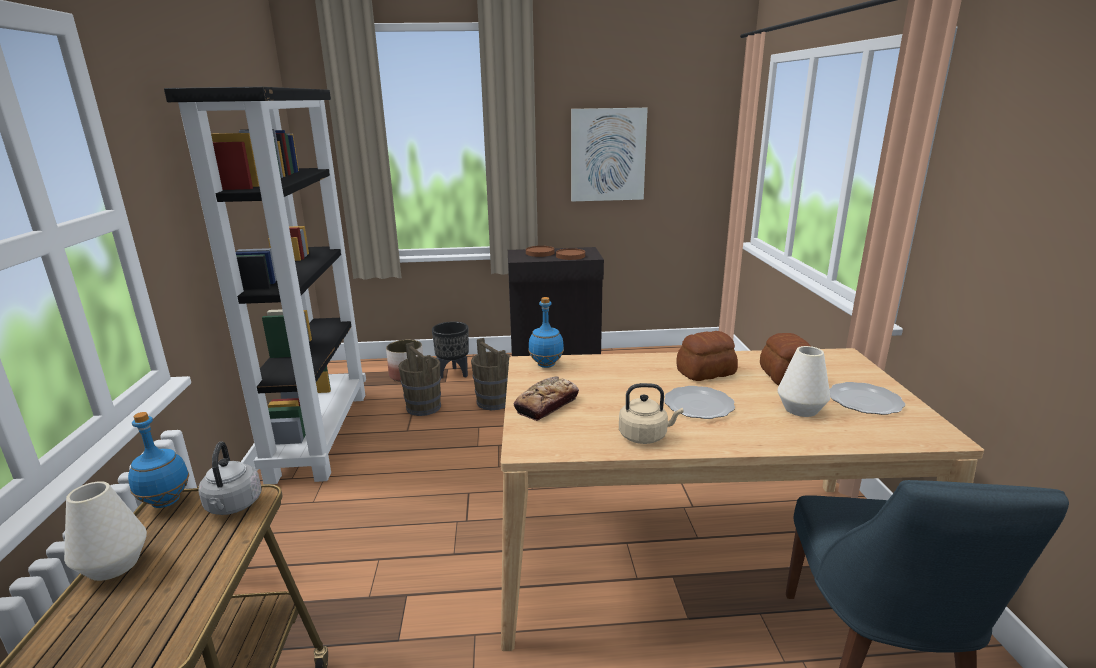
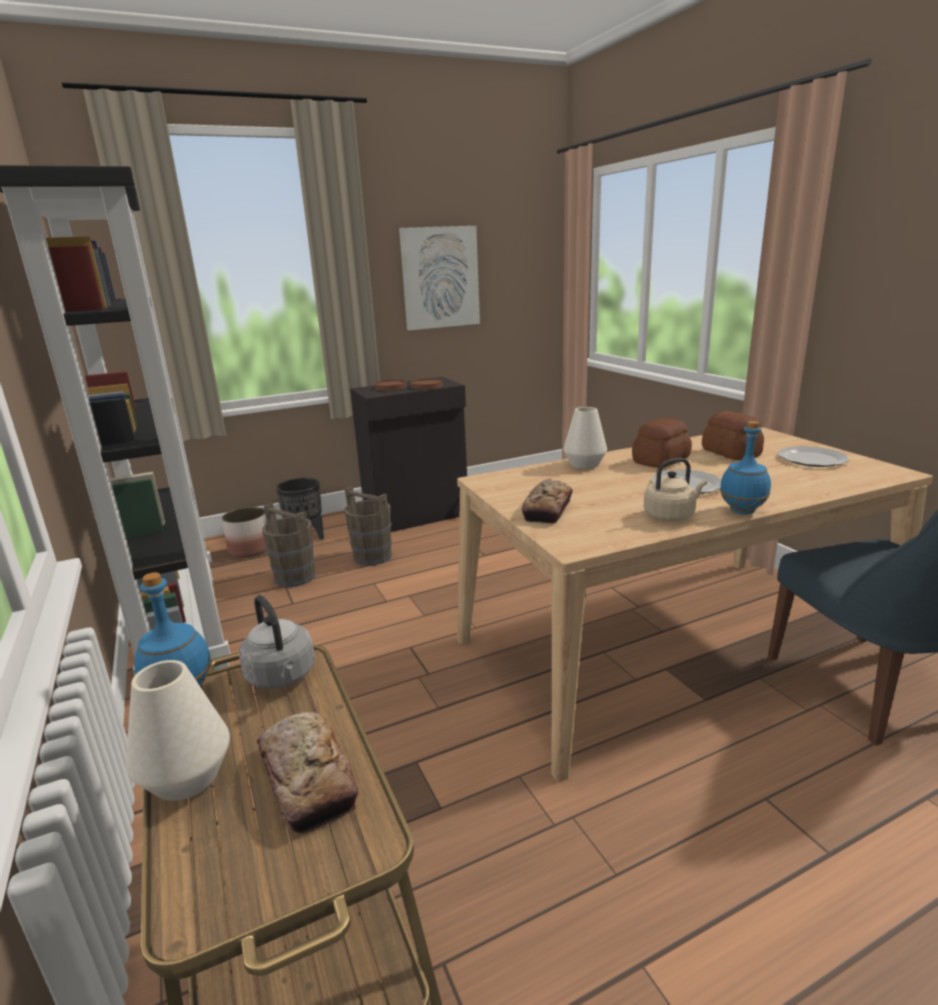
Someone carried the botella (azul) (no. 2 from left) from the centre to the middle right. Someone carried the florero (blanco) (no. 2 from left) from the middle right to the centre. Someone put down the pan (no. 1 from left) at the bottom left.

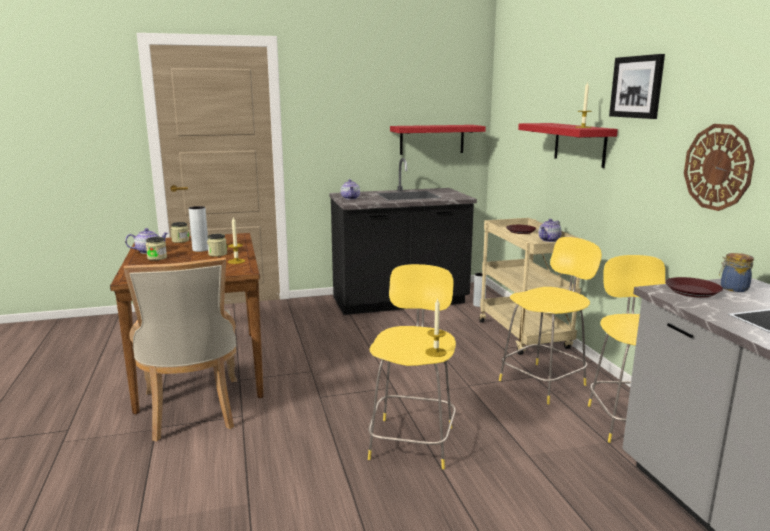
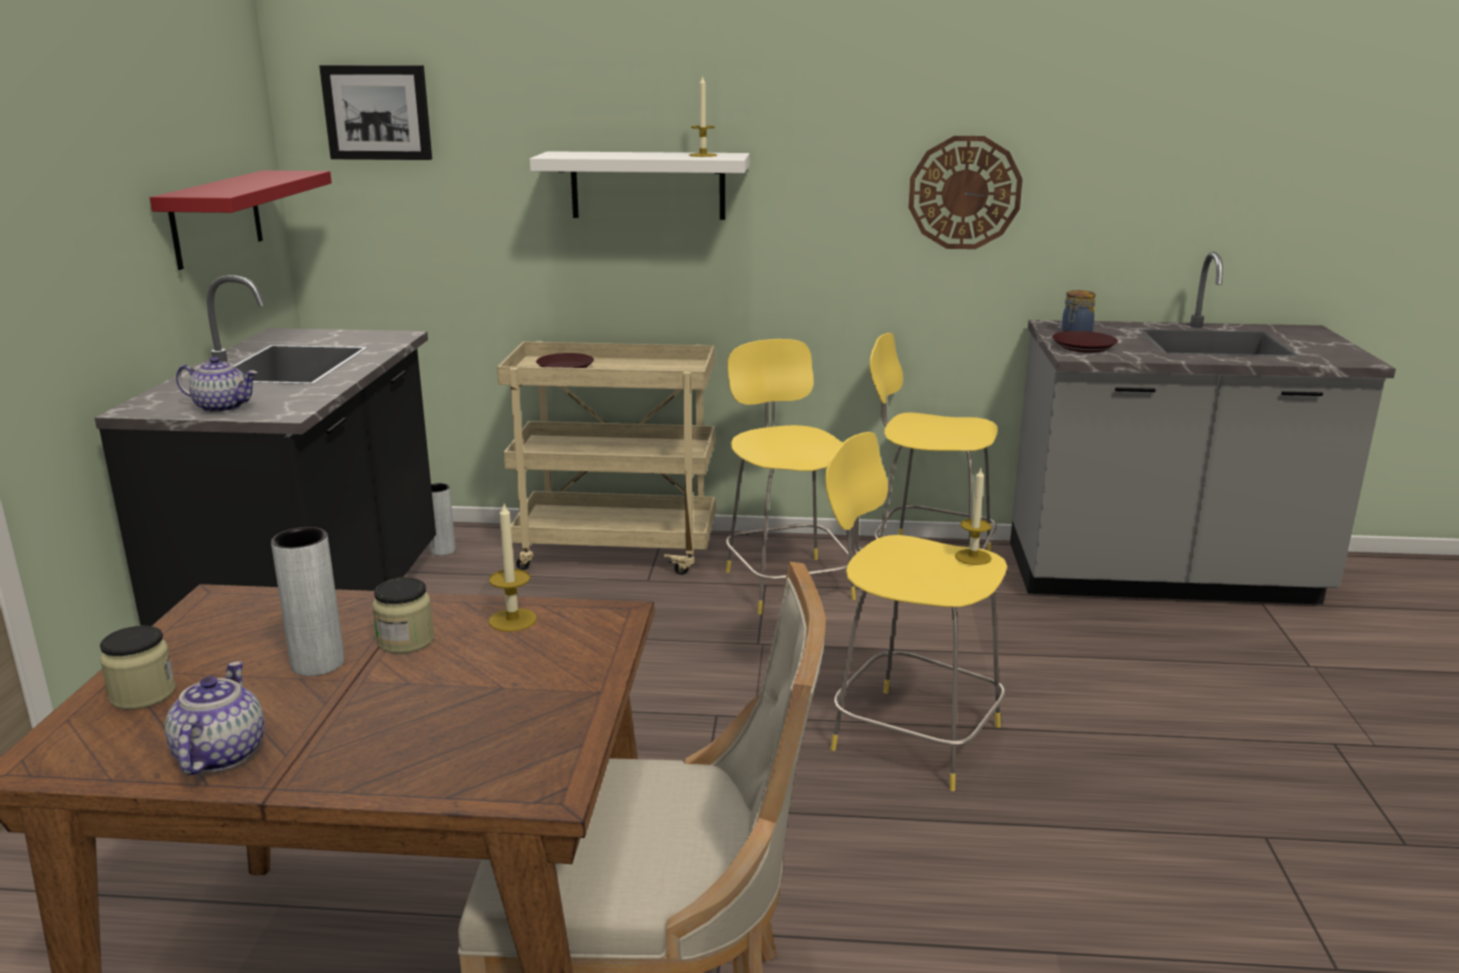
Someone carried the cuadro from the top right to the top left. Someone repainted the estante (rojo) (no. 2 from left) at the top right, which became the estante (blanco) at the top centre. Someone took away the tetera (no. 3 from left) at the middle right. Someone took away the tarro (no. 1 from left) at the middle left.

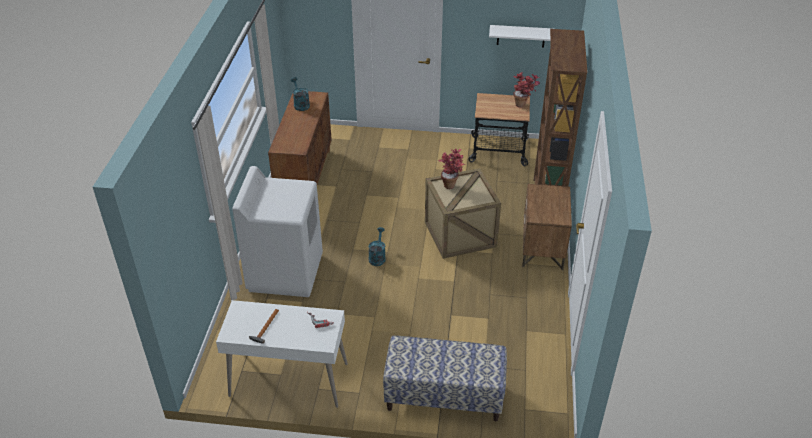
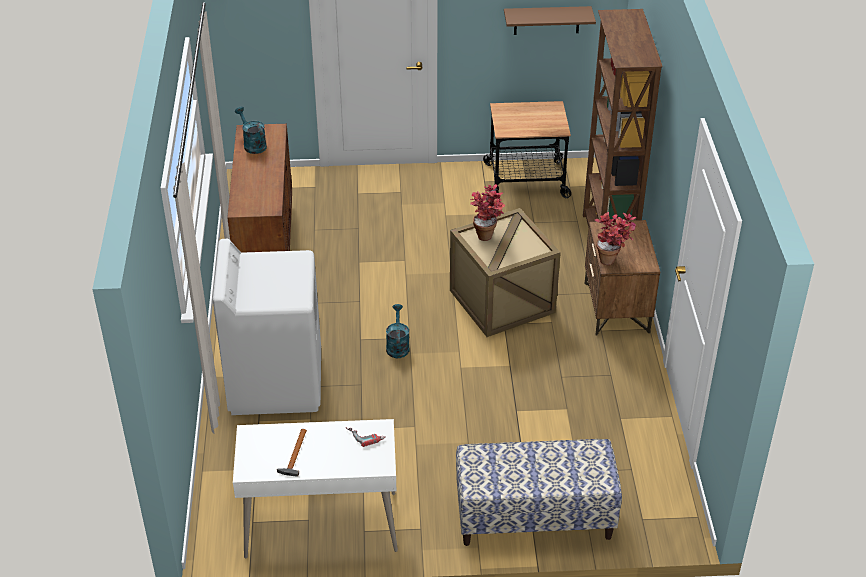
Someone repainted the estante (blanco) at the top centre, which became the estante (marrón) at the top centre. Someone carried the planta en maceta (no. 2 from left) from the top centre to the middle right.

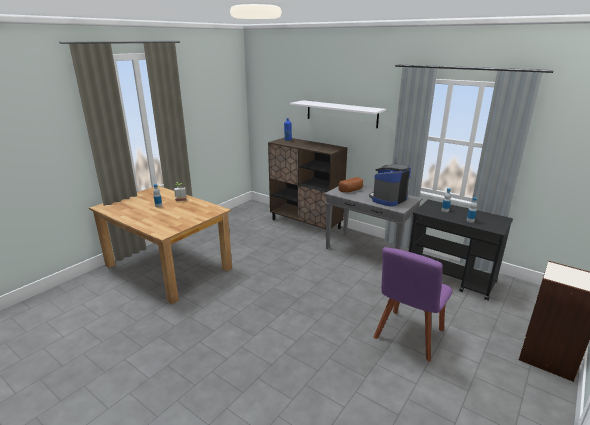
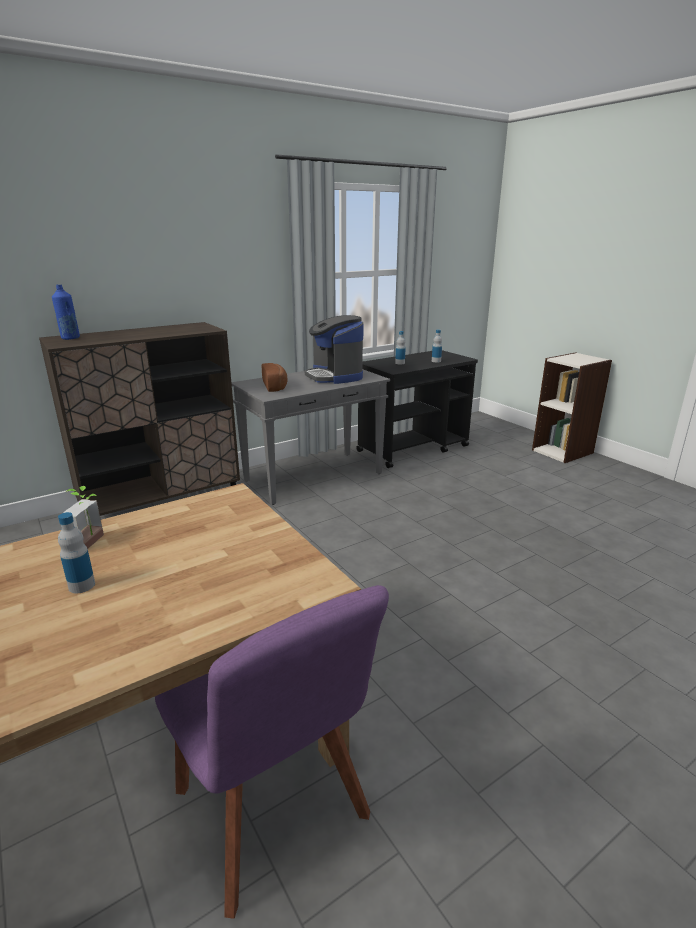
Someone took away the estante (blanco) at the top centre. Someone carried the silla (morado) from the bottom right to the bottom centre.

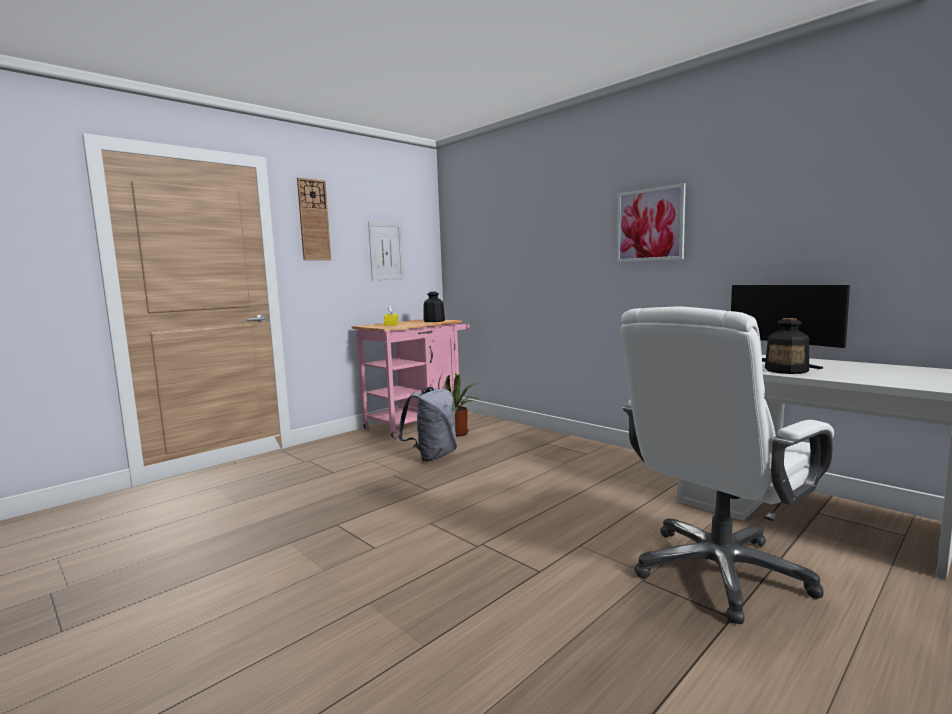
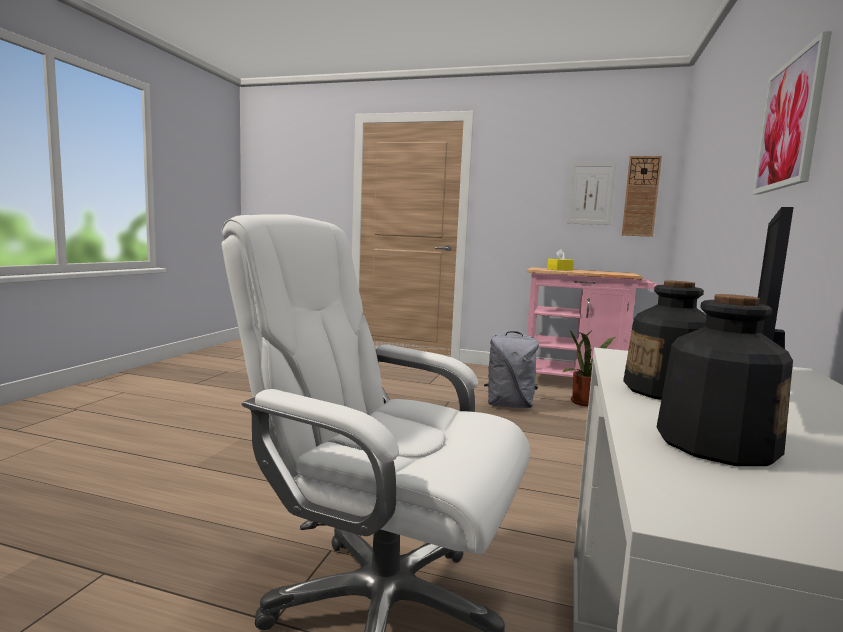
Someone carried the reloj de pared from the top left to the top right. Someone carried the botella (no. 1 from left in the first image) from the centre to the middle right.

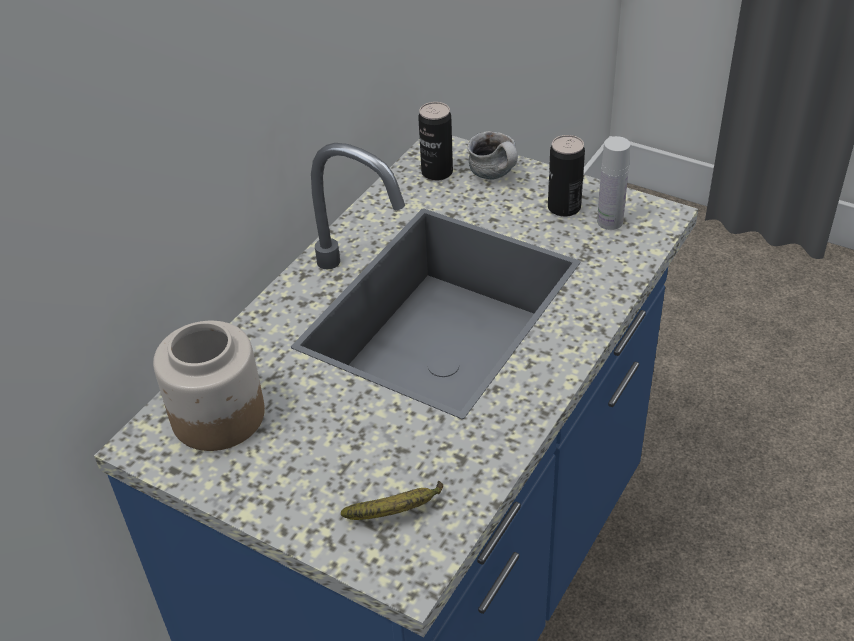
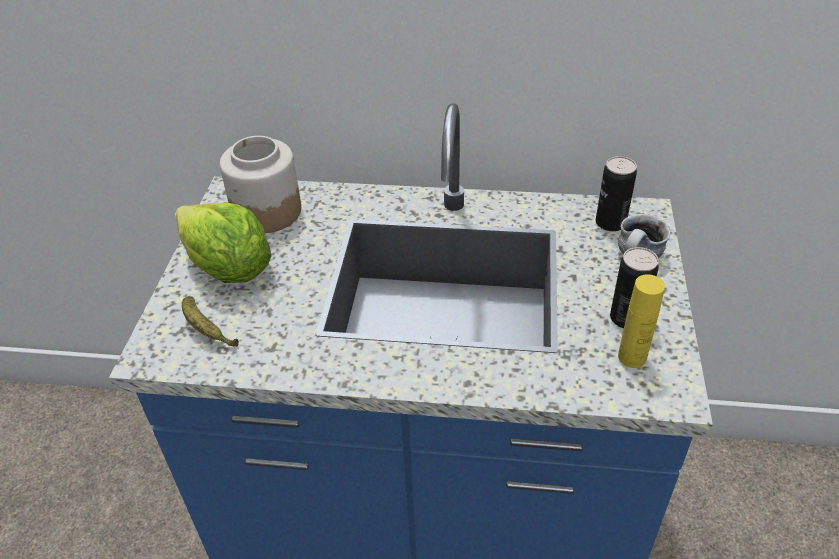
Someone repainted the botella (blanco) at the top right, which became the botella (amarillo) at the middle right. Someone put down the lechuga at the middle left.

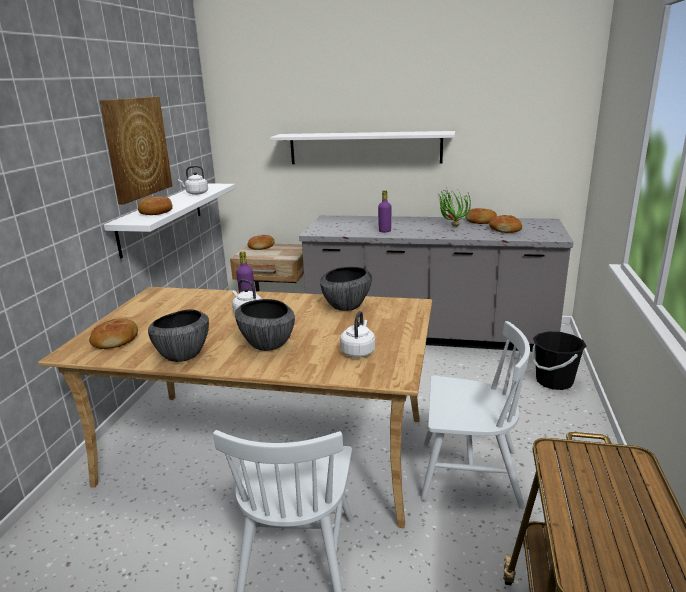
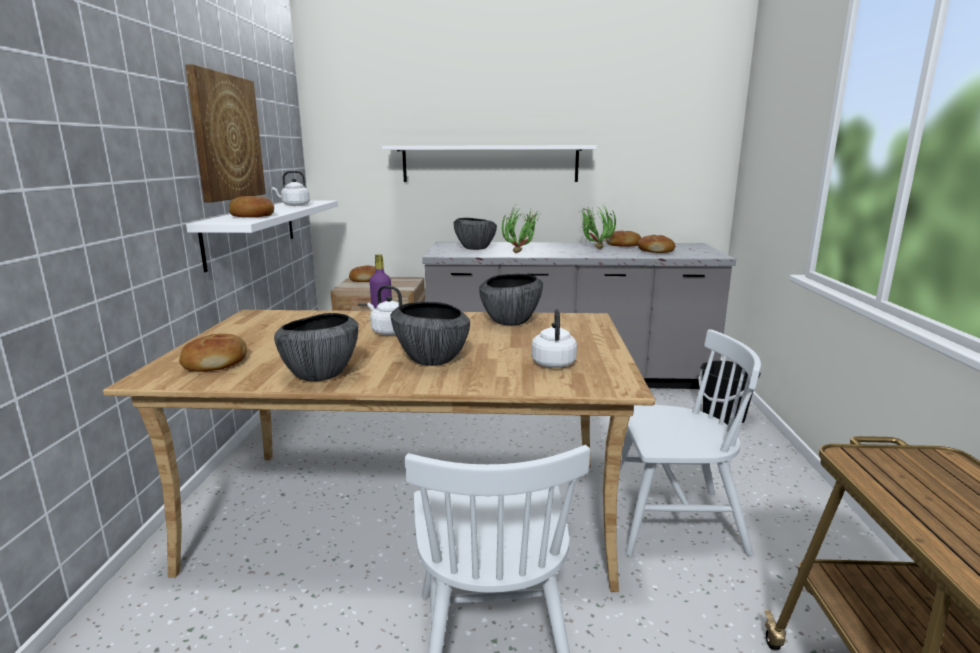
Someone swapped the botella (morado) (no. 2 from left) at the centre for the planta en maceta (no. 1 from left) at the centre. Someone put down the cuenco (no. 3 from left) at the centre.

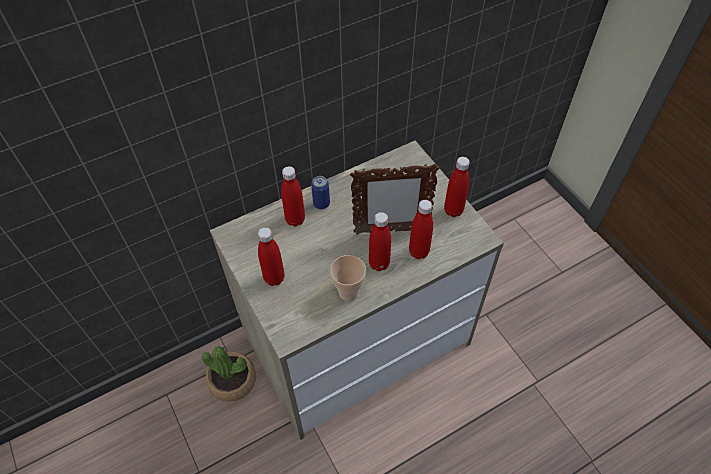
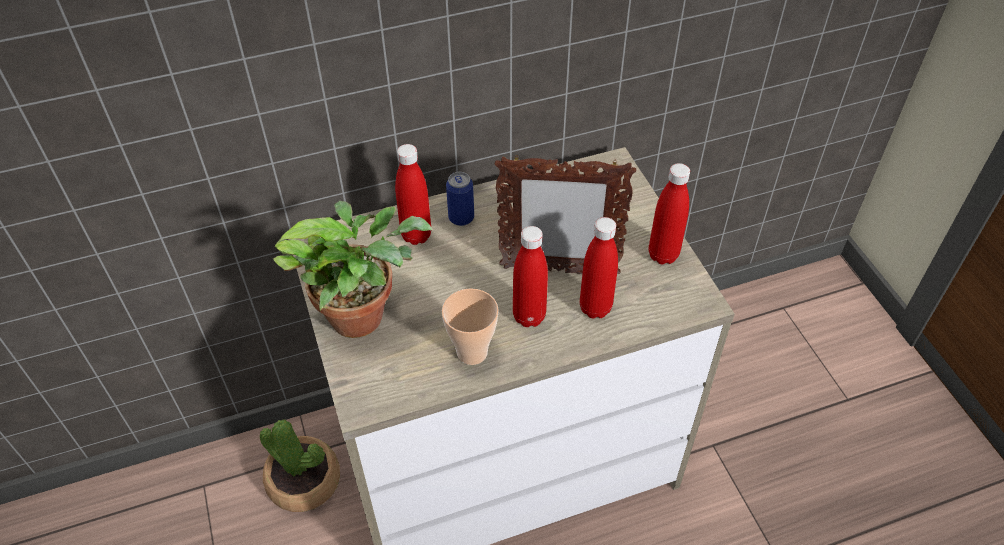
Someone swapped the botella (rojo) (no. 1 from left) at the centre for the planta en maceta (no. 2 from left) at the centre.

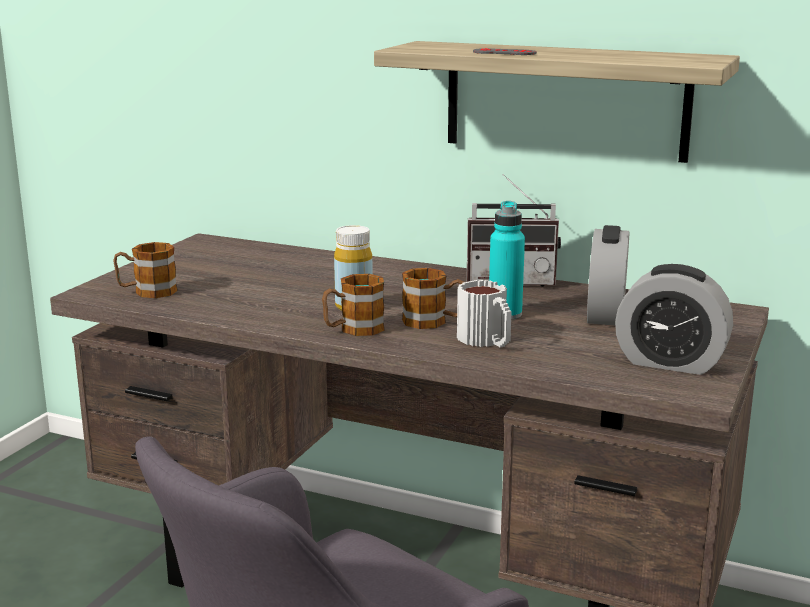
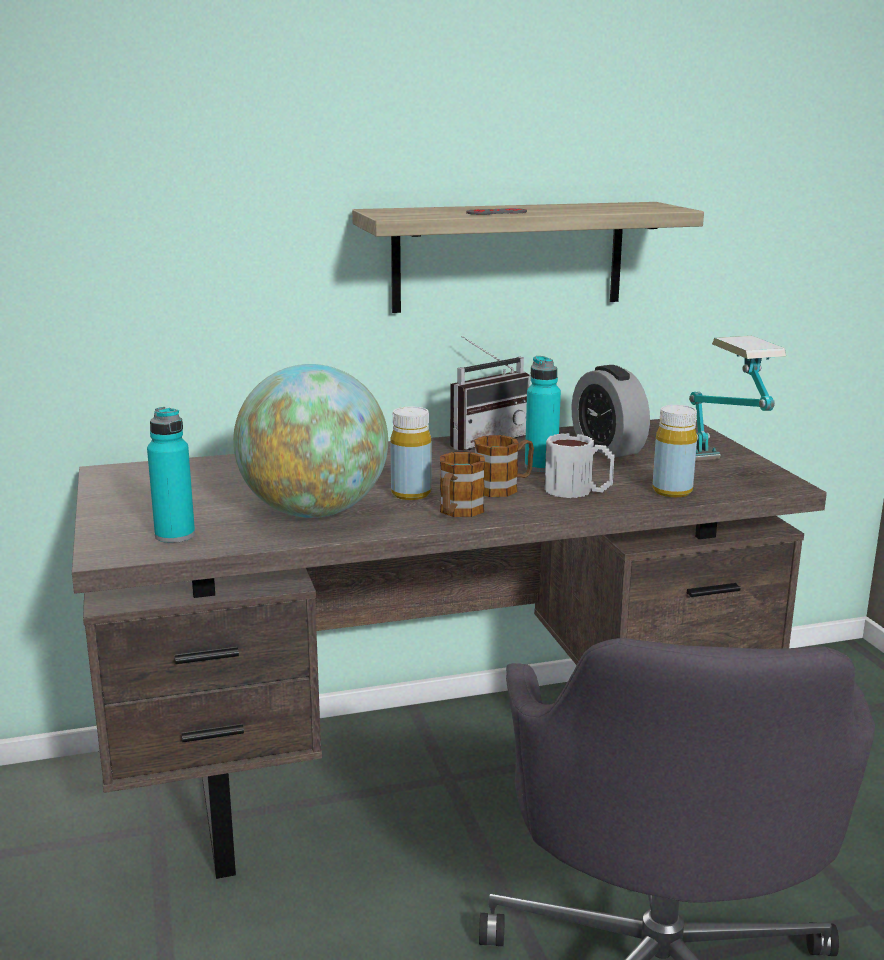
Someone swapped the taza grande (no. 1 from left) at the middle left for the botella (turquesa) (no. 1 from left) at the middle left. Someone swapped the despertador (no. 2 from left) at the middle right for the lámpara de mesa at the middle right. Someone put down the globo terráqueo at the centre. Someone put down the botella (amarillo) (no. 2 from left) at the middle right.

